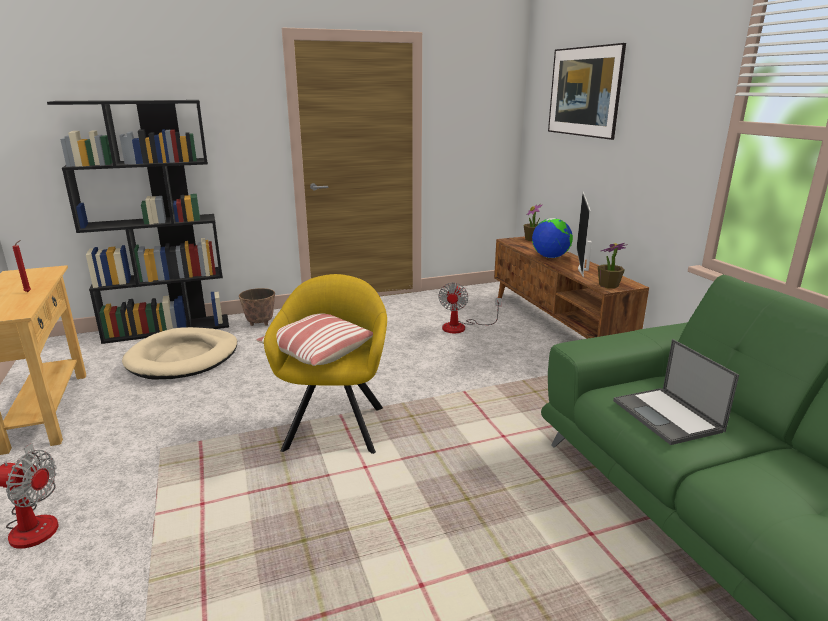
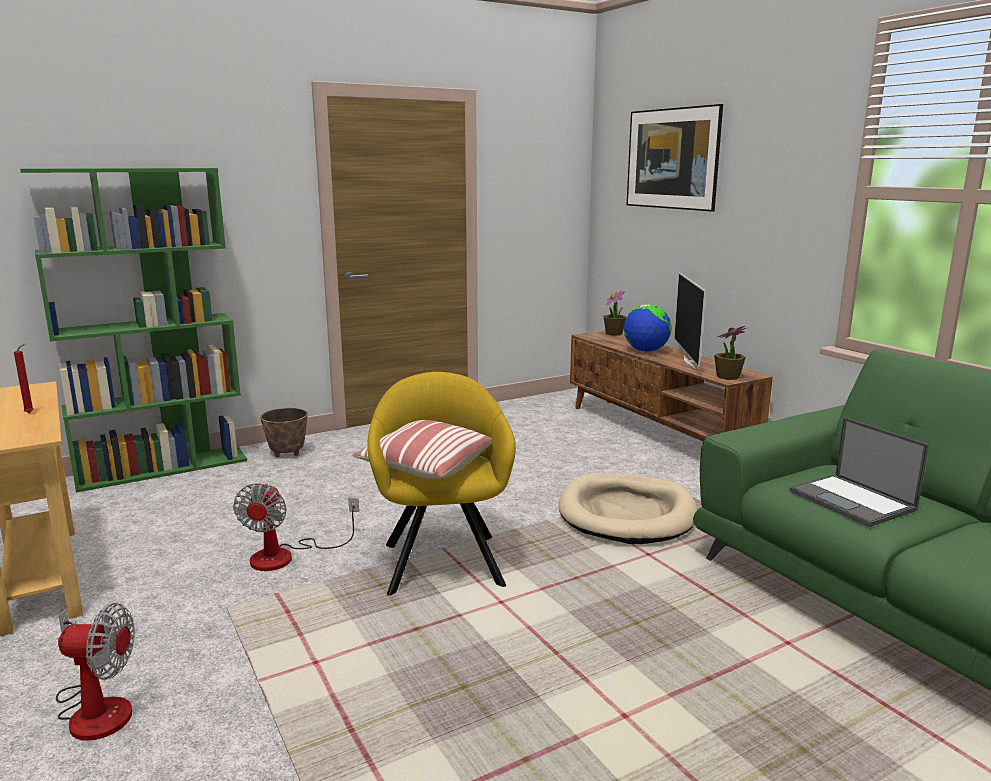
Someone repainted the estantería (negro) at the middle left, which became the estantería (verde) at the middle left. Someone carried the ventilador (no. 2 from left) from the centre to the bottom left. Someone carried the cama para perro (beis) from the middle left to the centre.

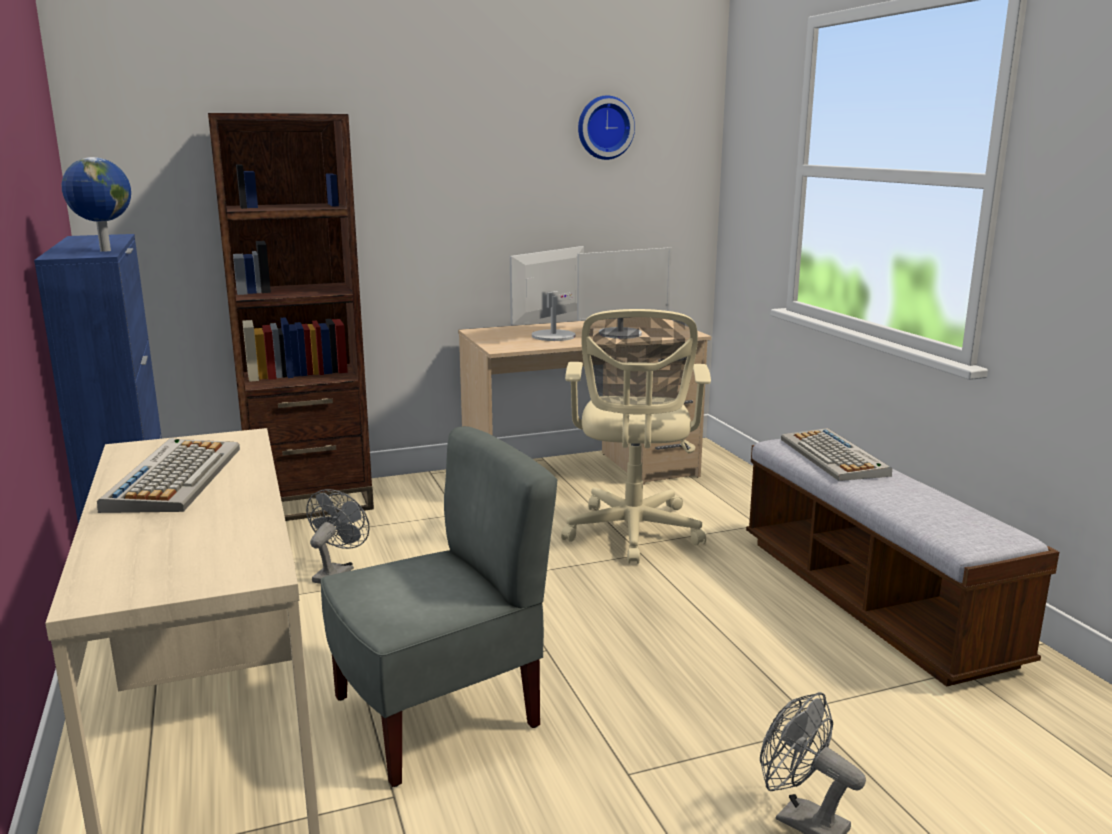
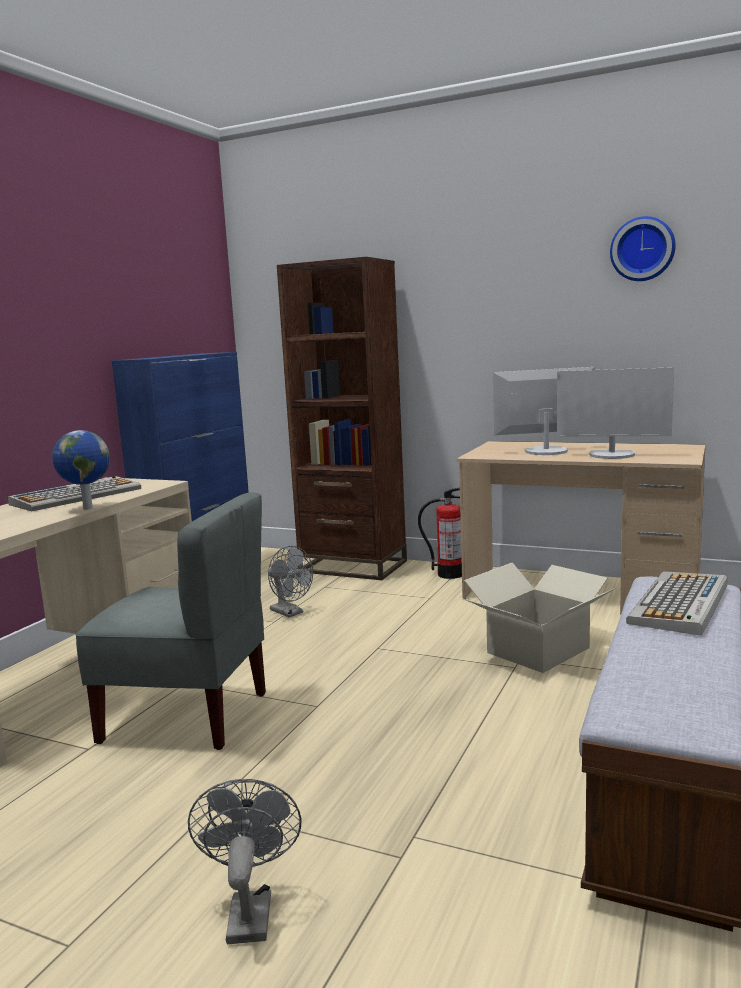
Someone carried the globo terráqueo from the top left to the middle left. Someone swapped the silla de oficina (beis) at the centre for the caja de cartón at the middle right. Someone rotated the ventilador (gris) (no. 1 from left in the first image) at the middle left by 75 degrees clockwise. Someone put down the extintor at the centre.

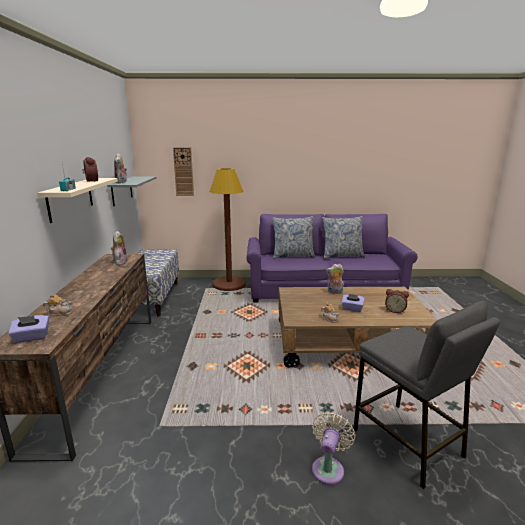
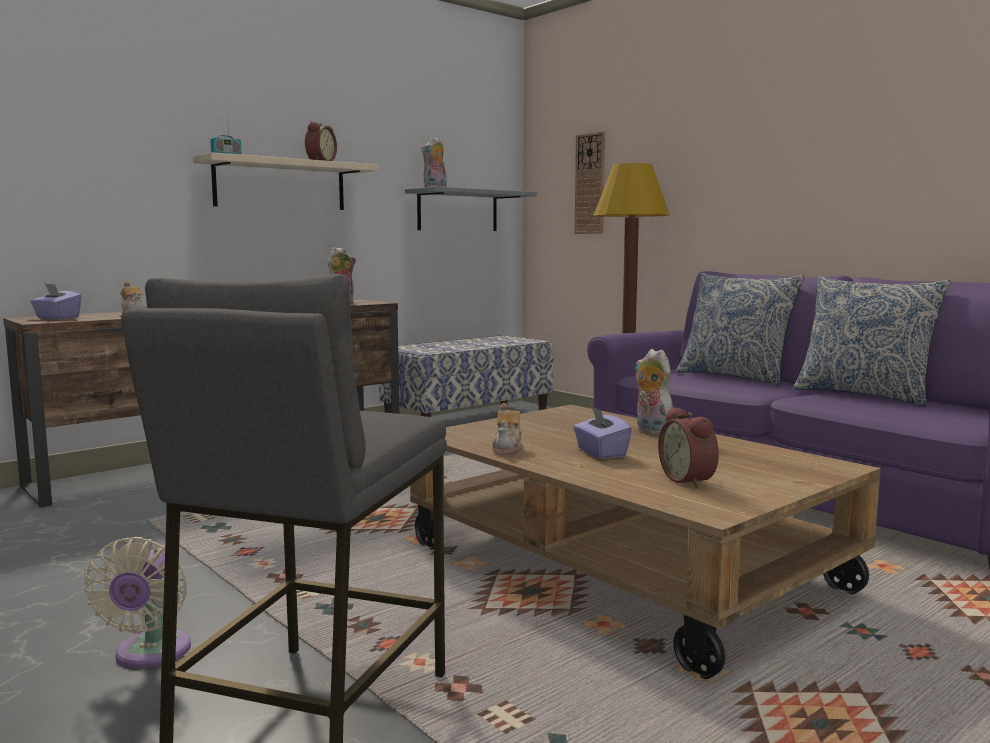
Someone rotated the ventilador (beis) at the bottom centre by 105 degrees clockwise.

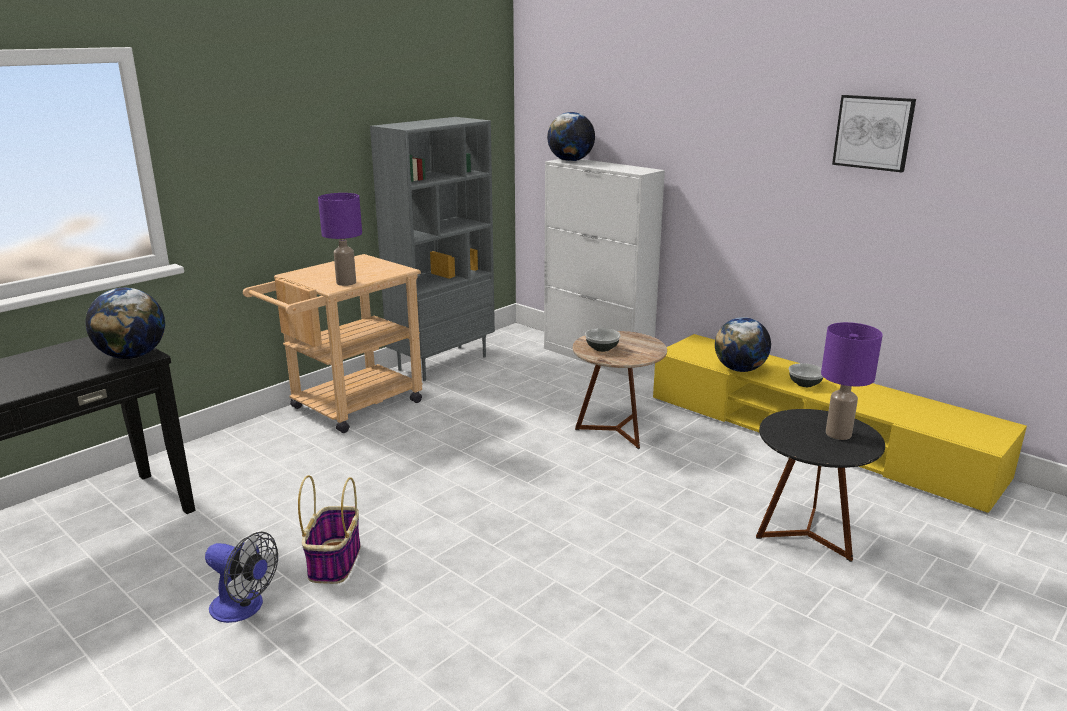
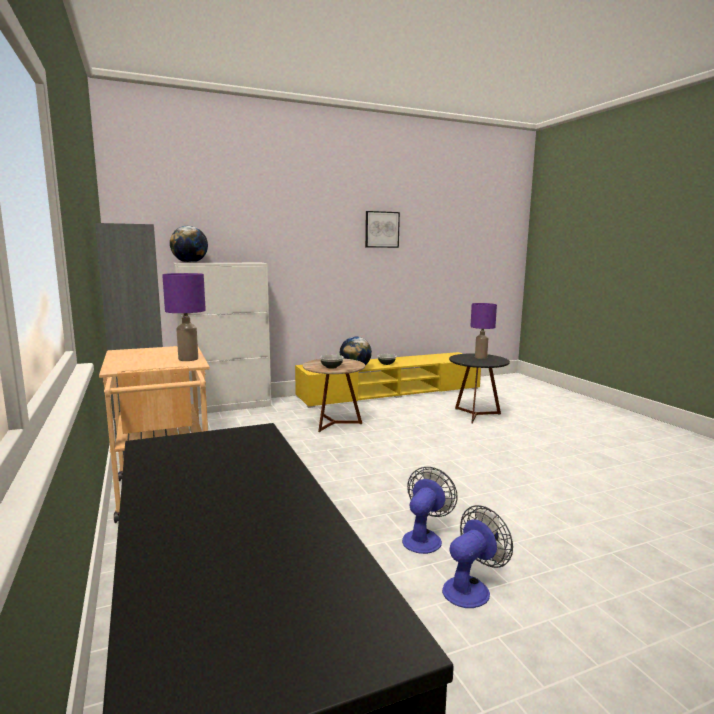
Someone took away the globo terráqueo (no. 1 from left) at the middle left. Someone swapped the cesta at the bottom left for the ventilador (no. 1 from left) at the bottom centre.

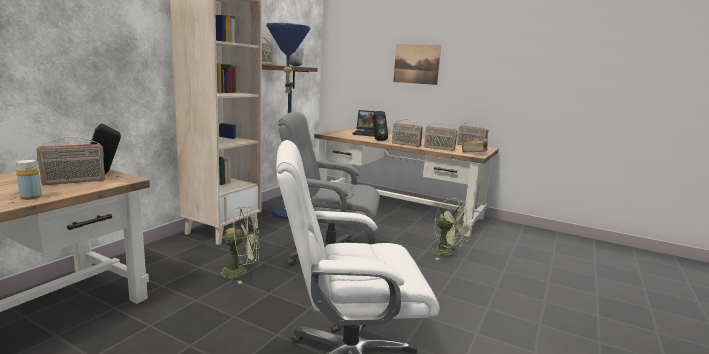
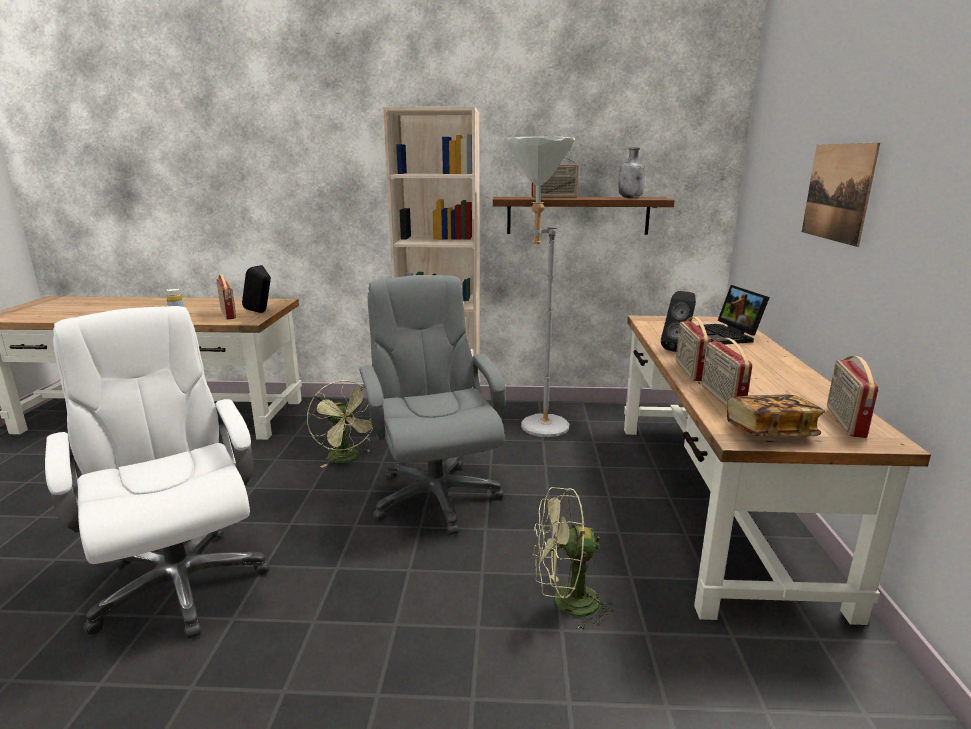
Someone repainted the lámpara de pie (azul) at the centre, which became the lámpara de pie (gris) at the centre. Someone rotated the radio (no. 1 from left) at the middle left by 150 degrees counterclockwise. Someone rotated the ventilador (verde) (no. 2 from left) at the centre by 60 degrees clockwise.

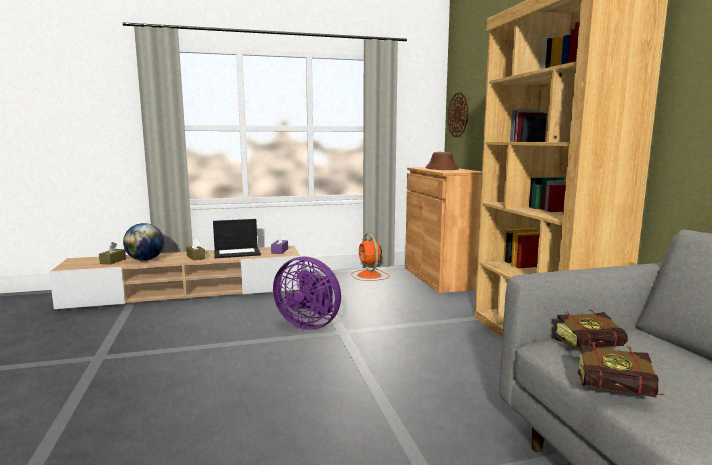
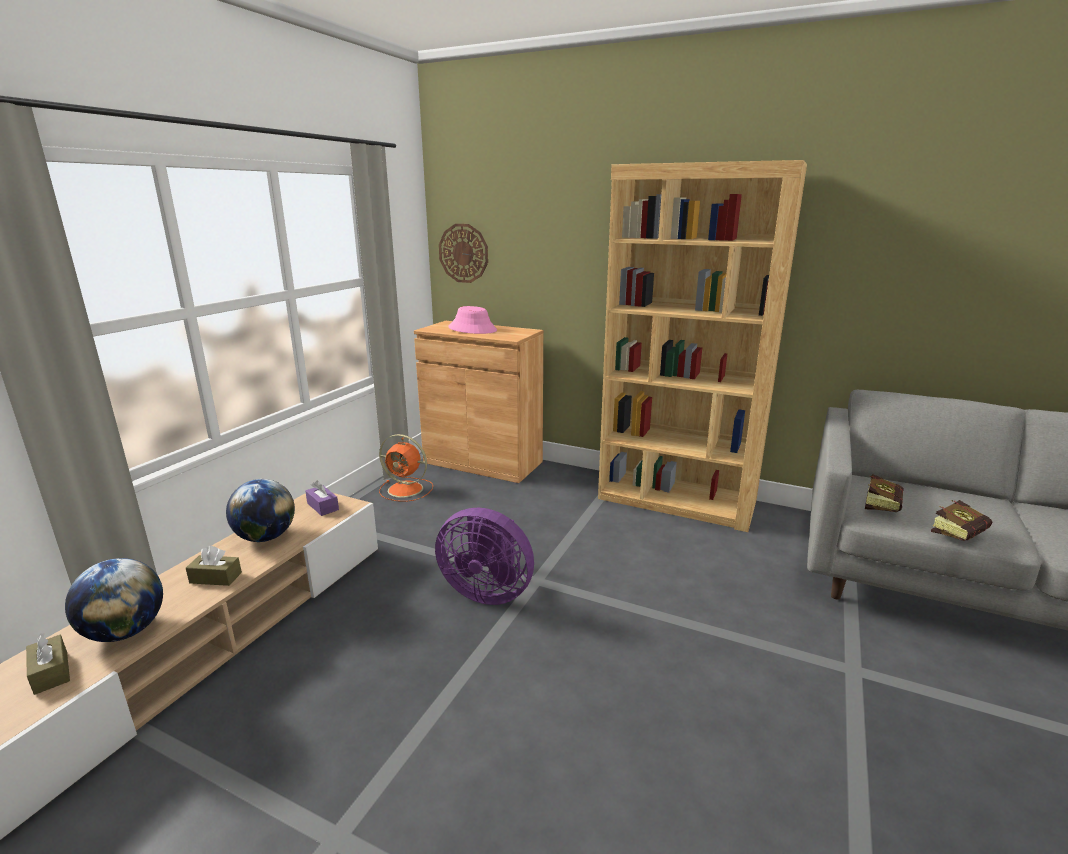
Someone repainted the sombrero (marrón) at the centre, which became the sombrero (rosa) at the centre. Someone swapped the portátil at the middle left for the globo terráqueo (no. 2 from left) at the middle left. Someone rotated the ventilador (morado) at the centre by 45 degrees clockwise.

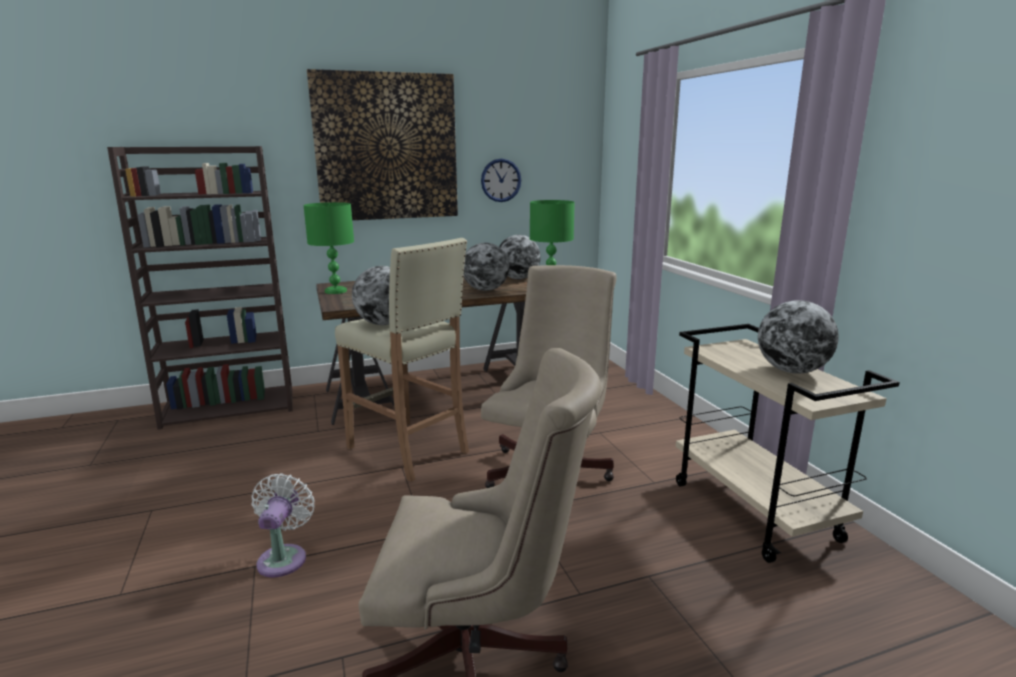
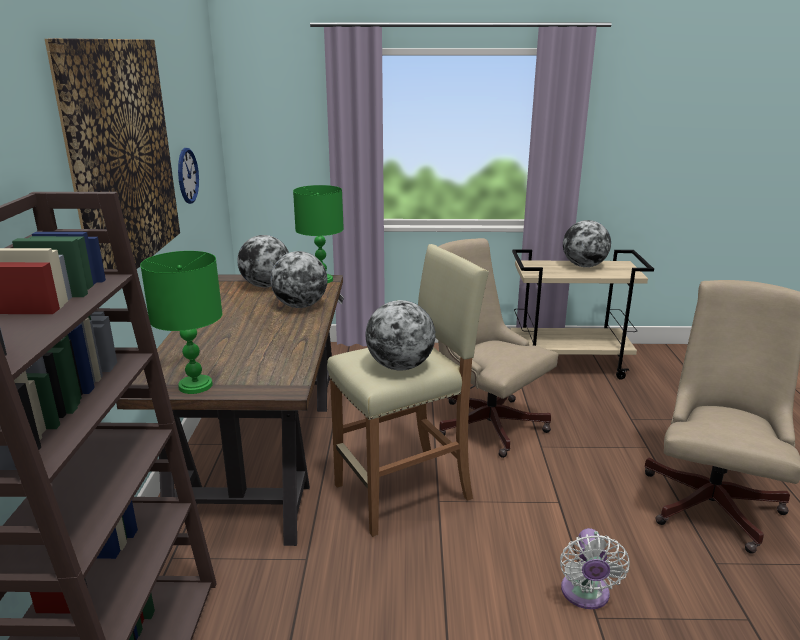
Someone rotated the ventilador (blanco) at the bottom left by 105 degrees counterclockwise.

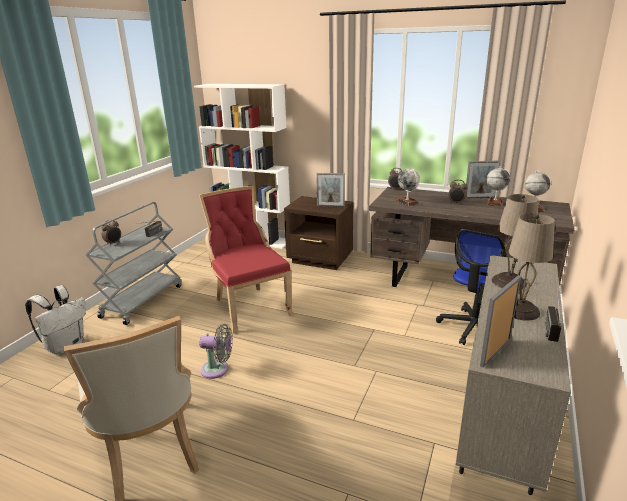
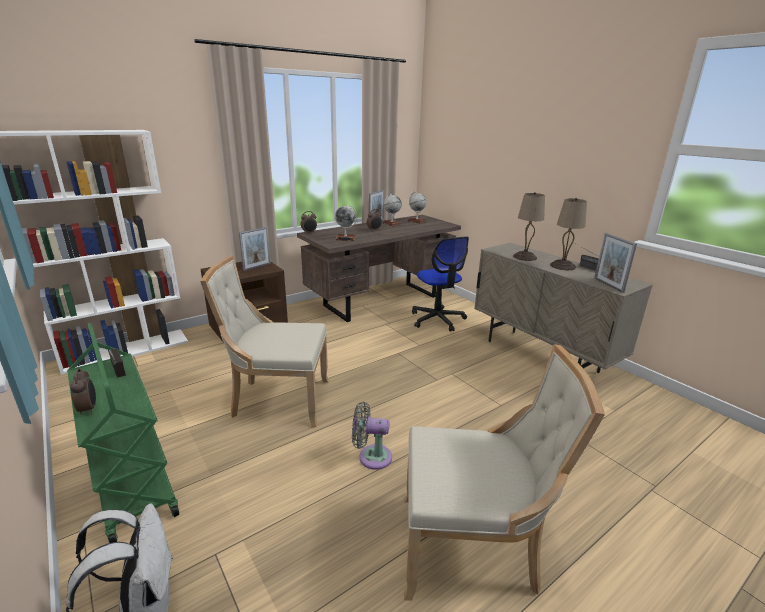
Someone repainted the silla (rojo) at the centre, which became the silla (beis) (no. 1 from left) at the centre. Someone repainted the carrito (gris) at the middle left, which became the carrito (verde) at the bottom left. Someone rotated the ventilador (gris) at the bottom centre by 120 degrees counterclockwise.

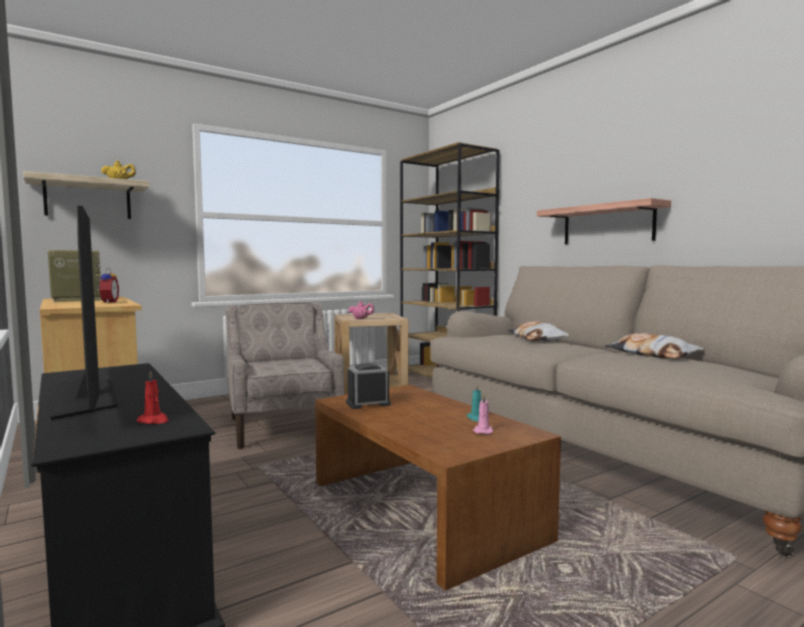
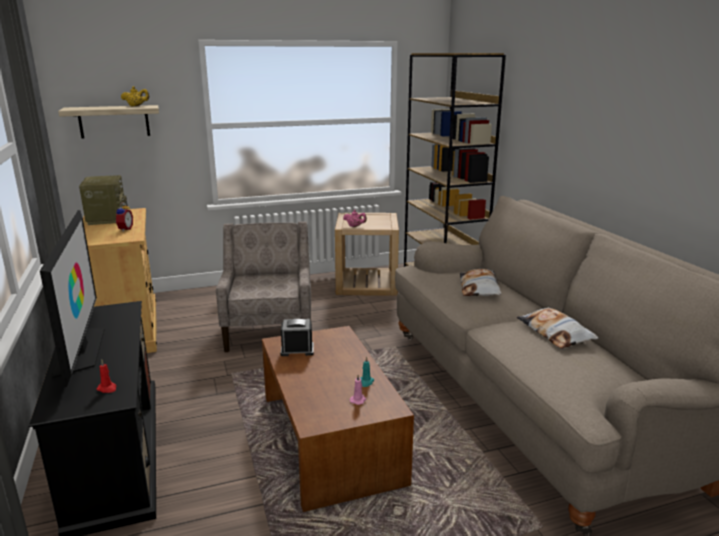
Someone took away the estante (no. 2 from left) at the middle right.

